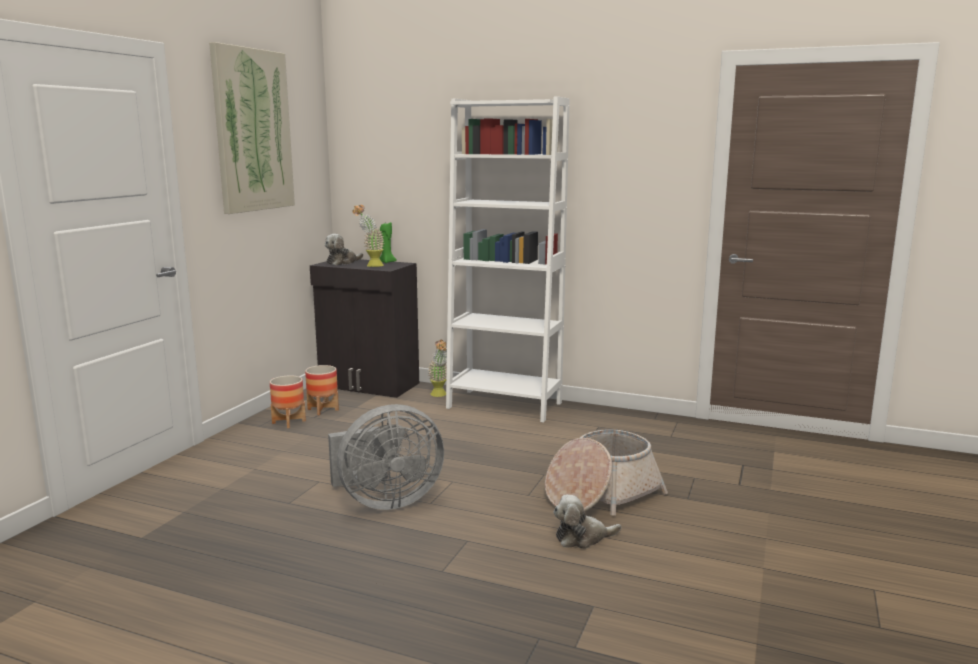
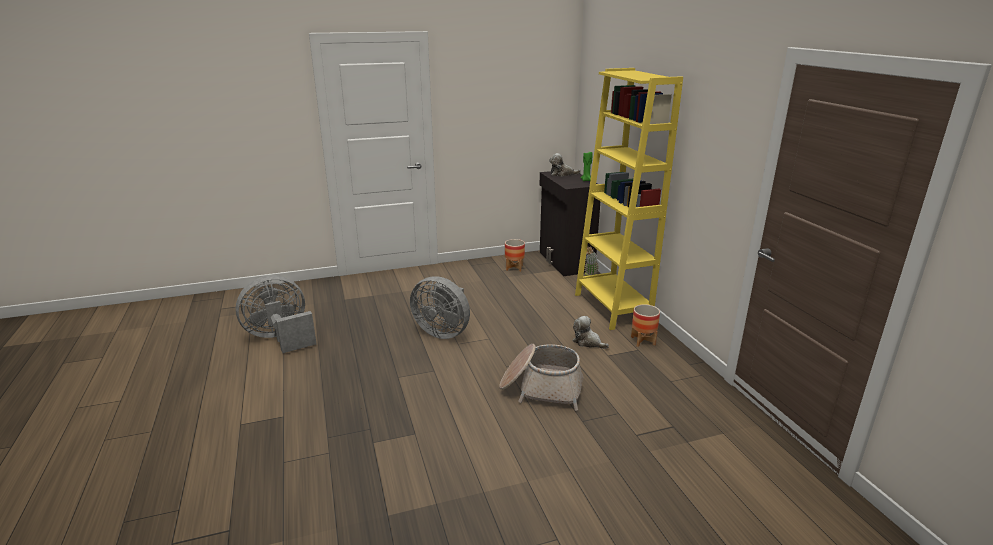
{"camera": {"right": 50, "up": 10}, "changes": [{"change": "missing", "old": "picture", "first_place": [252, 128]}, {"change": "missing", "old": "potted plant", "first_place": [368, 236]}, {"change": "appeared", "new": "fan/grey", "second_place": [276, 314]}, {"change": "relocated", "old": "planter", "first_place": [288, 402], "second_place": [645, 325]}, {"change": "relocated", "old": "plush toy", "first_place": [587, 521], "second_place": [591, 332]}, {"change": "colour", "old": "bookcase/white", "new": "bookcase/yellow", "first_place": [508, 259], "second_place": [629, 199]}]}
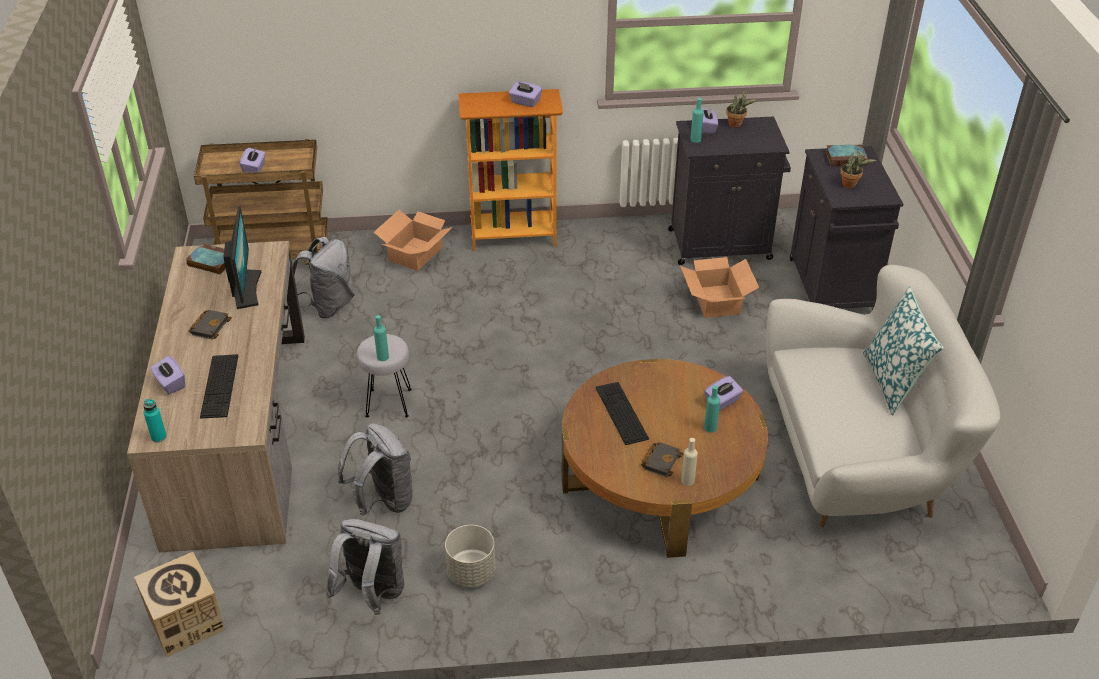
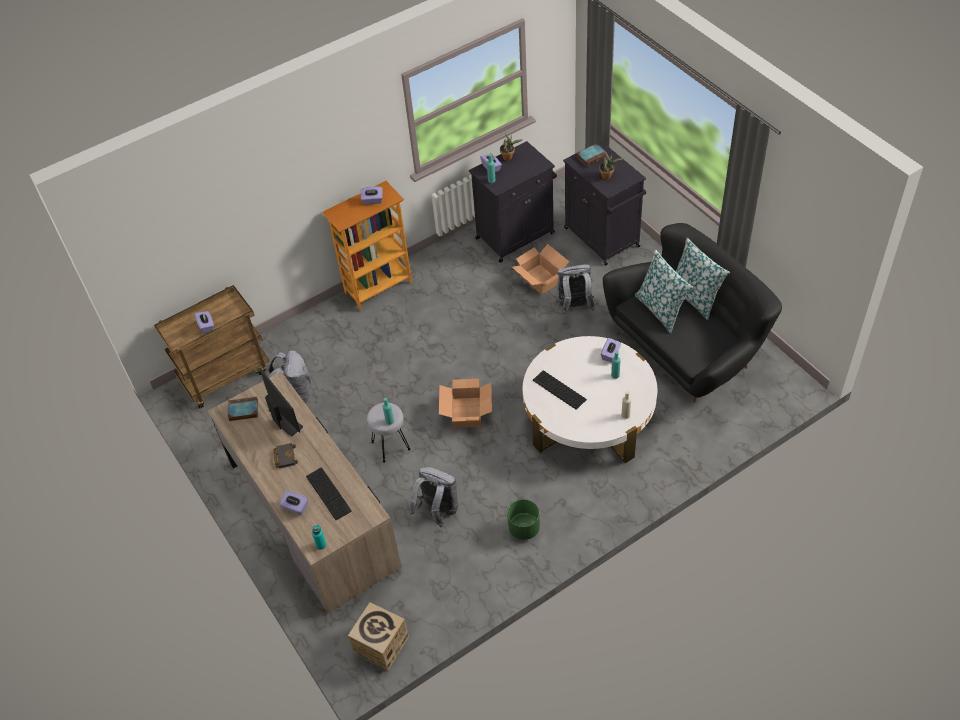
{"camera": {"right": -25, "up": 10}, "changes": [{"change": "missing", "old": "book/black", "first_place": [662, 459]}, {"change": "appeared", "new": "pillow", "second_place": [664, 291]}, {"change": "relocated", "old": "backpack/grey", "first_place": [365, 567], "second_place": [575, 290]}, {"change": "relocated", "old": "cardboard box", "first_place": [413, 240], "second_place": [465, 403]}, {"change": "colour", "old": "planter/grey", "new": "planter/green", "first_place": [470, 556], "second_place": [523, 519]}, {"change": "colour", "old": "coffee table/brown", "new": "coffee table/white", "first_place": [664, 458], "second_place": [590, 399]}, {"change": "colour", "old": "sofa/white", "new": "sofa/black", "first_place": [883, 395], "second_place": [692, 313]}]}
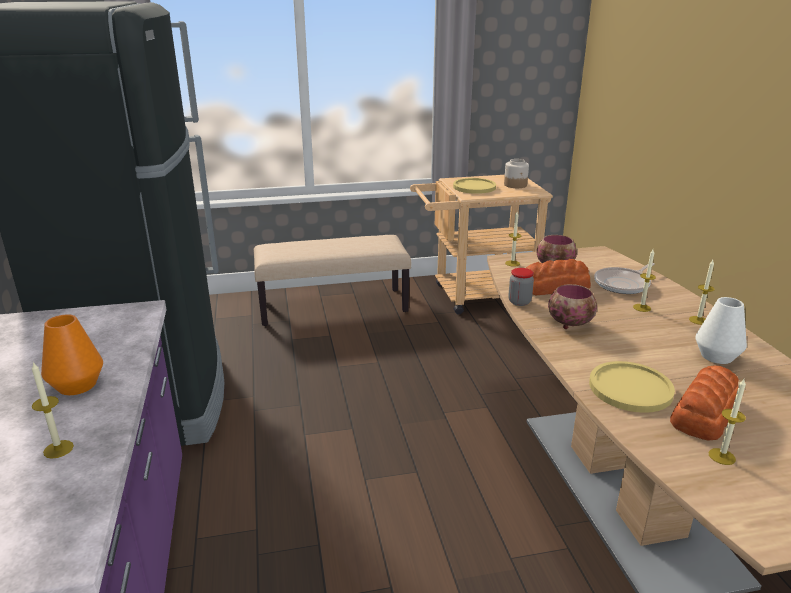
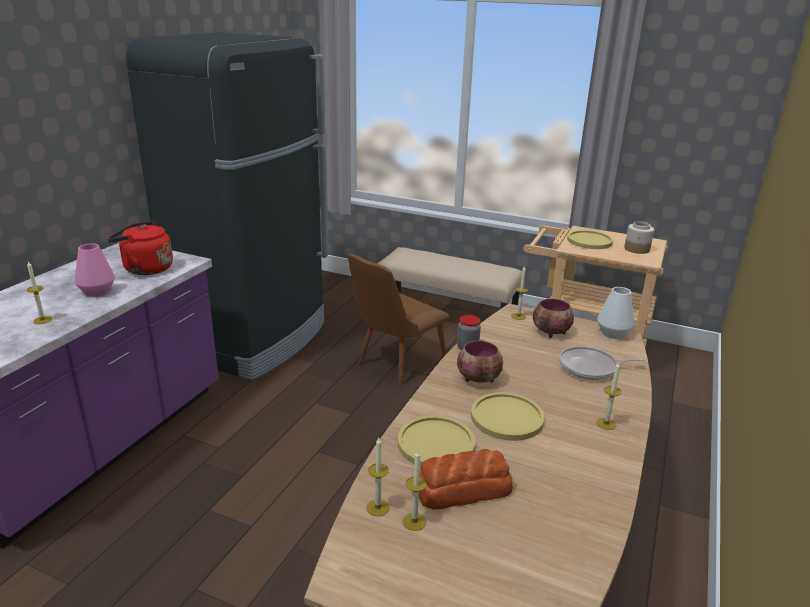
{"camera": {"right": 35, "up": 0}, "changes": [{"change": "missing", "old": "bread", "first_place": [558, 277]}, {"change": "appeared", "new": "kettle/red", "second_place": [140, 248]}, {"change": "appeared", "new": "chair/brown", "second_place": [398, 320]}, {"change": "appeared", "new": "plate/yellow", "second_place": [508, 416]}, {"change": "relocated", "old": "candle", "first_place": [644, 281], "second_place": [378, 477]}, {"change": "relocated", "old": "vase/white", "first_place": [721, 330], "second_place": [616, 313]}, {"change": "colour", "old": "vase/orange", "new": "vase/pink", "first_place": [72, 354], "second_place": [95, 270]}]}
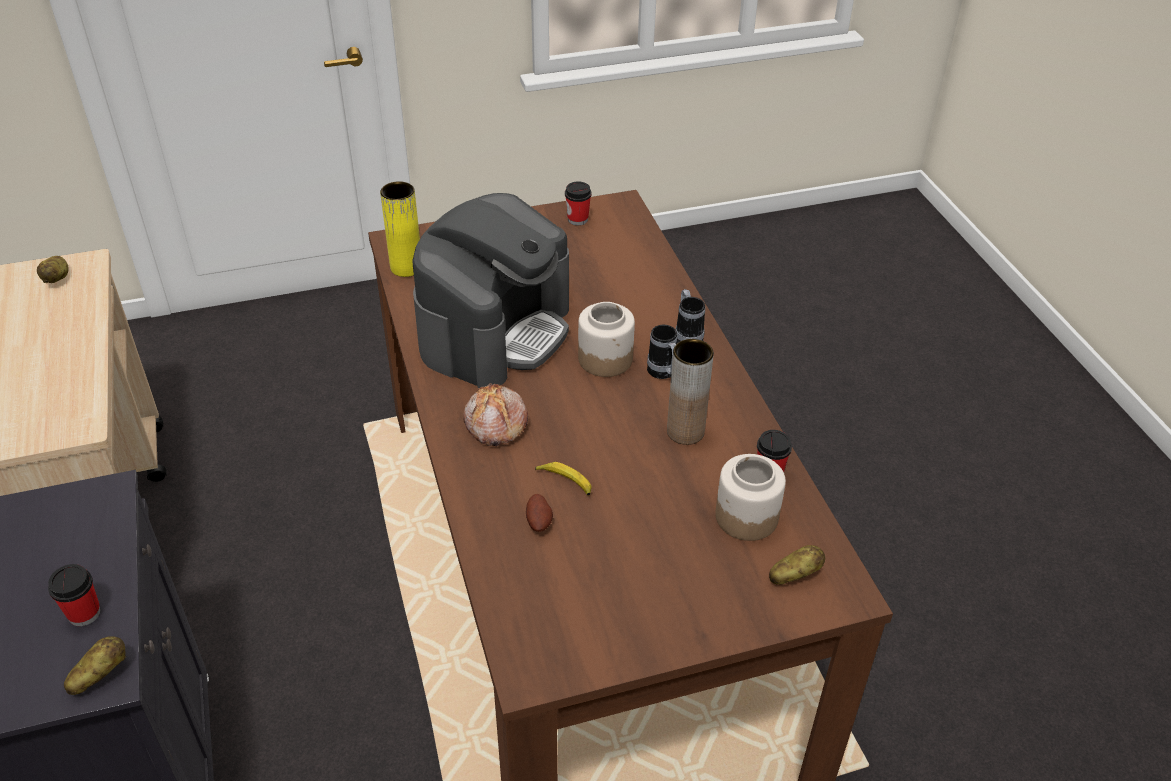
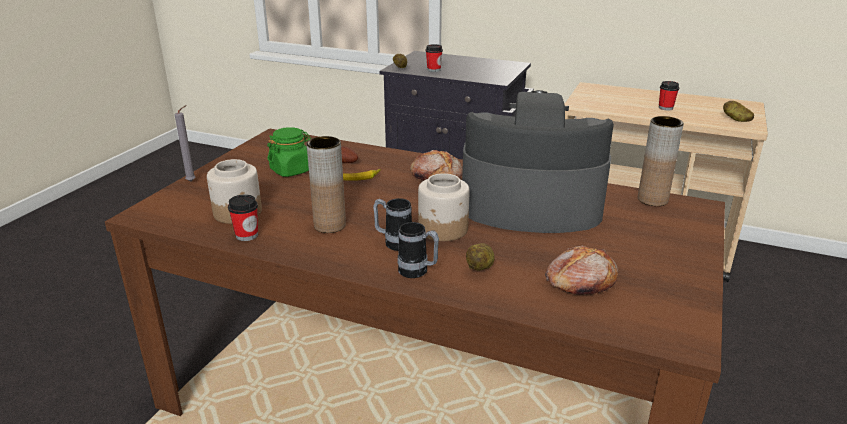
{"camera": {"right": 130, "up": -15}, "changes": [{"change": "appeared", "new": "candle/grey", "second_place": [185, 143]}, {"change": "appeared", "new": "jar/green", "second_place": [289, 152]}, {"change": "appeared", "new": "bread", "second_place": [581, 270]}, {"change": "relocated", "old": "cup", "first_place": [578, 203], "second_place": [669, 95]}, {"change": "relocated", "old": "potato", "first_place": [797, 565], "second_place": [480, 257]}, {"change": "colour", "old": "vase/yellow", "new": "vase/brown", "first_place": [400, 229], "second_place": [661, 161]}, {"change": "spun", "old": "coffee machine", "first_place": [490, 290], "second_place": [538, 161], "degrees": 120}]}
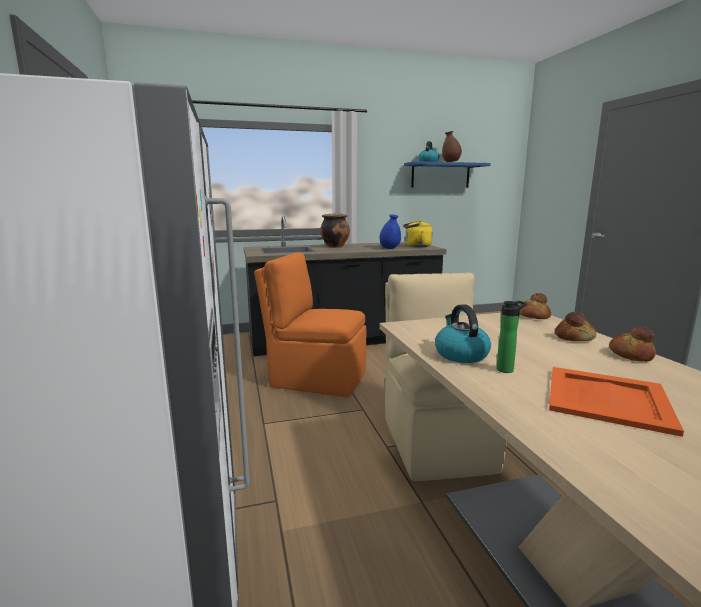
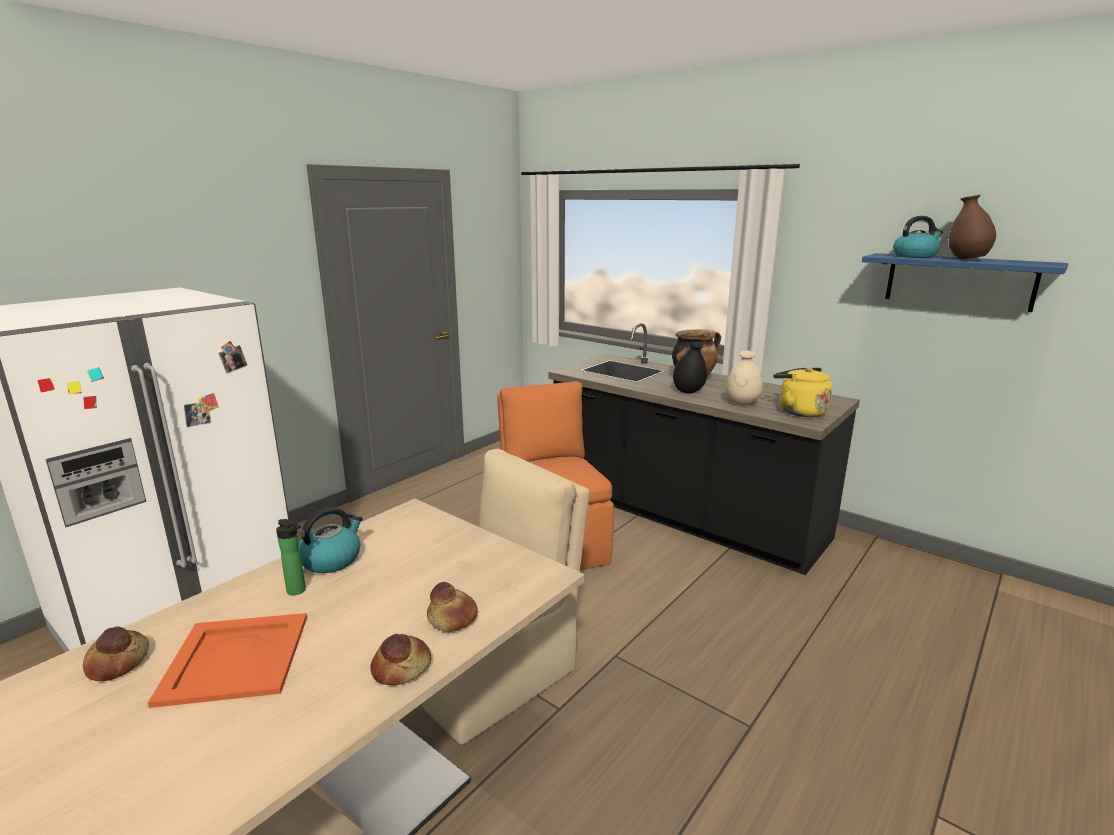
{"camera": {"right": 55, "up": 5}, "changes": [{"change": "appeared", "new": "vase/black", "second_place": [690, 367]}, {"change": "relocated", "old": "bread", "first_place": [535, 306], "second_place": [116, 653]}, {"change": "colour", "old": "vase/blue", "new": "vase/beige", "first_place": [390, 231], "second_place": [744, 377]}]}
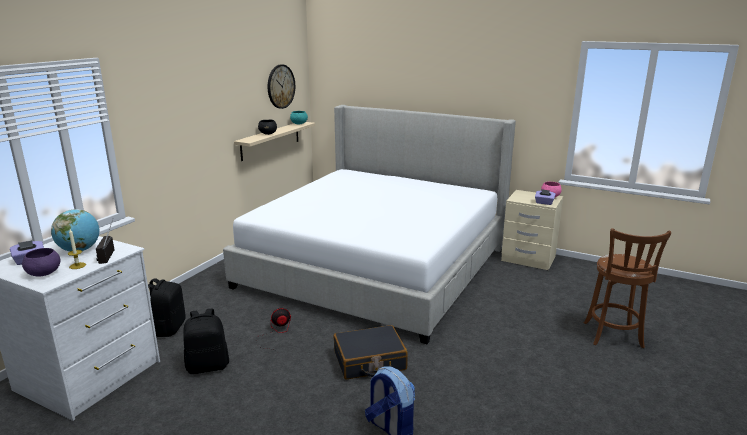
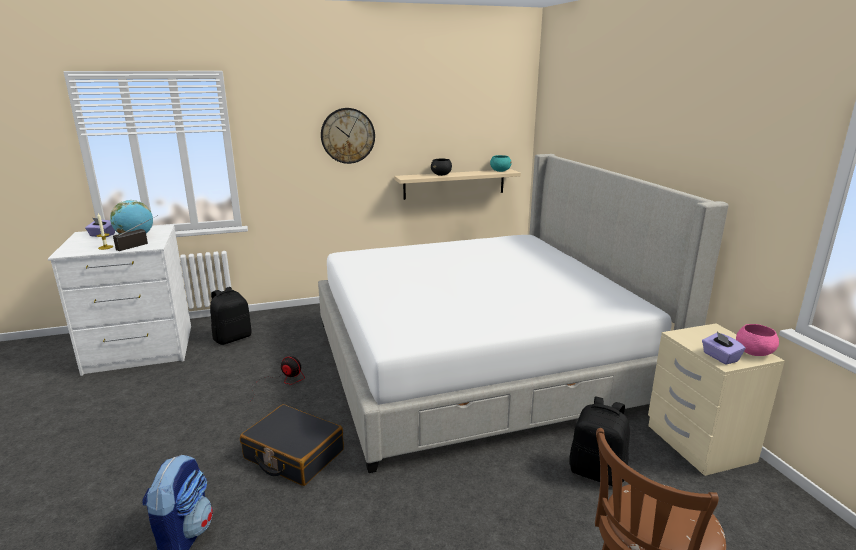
{"camera": {"right": 45, "up": 0}, "changes": [{"change": "missing", "old": "bowl/purple", "first_place": [41, 262]}, {"change": "relocated", "old": "backpack/black", "first_place": [206, 341], "second_place": [599, 441]}, {"change": "relocated", "old": "wall clock", "first_place": [281, 87], "second_place": [348, 136]}]}
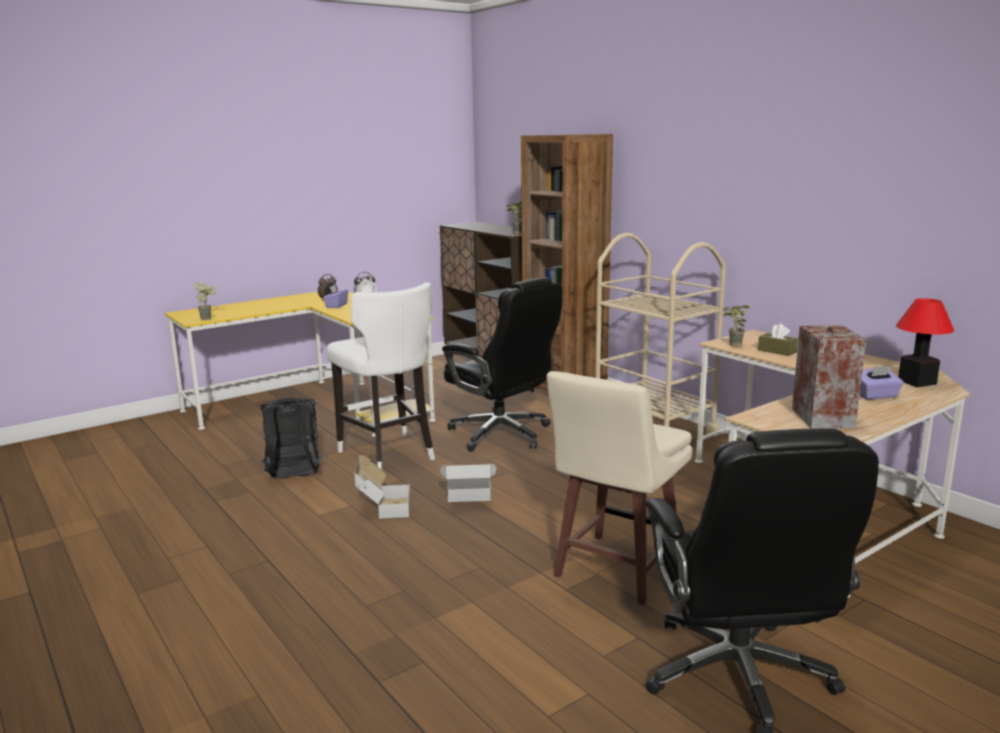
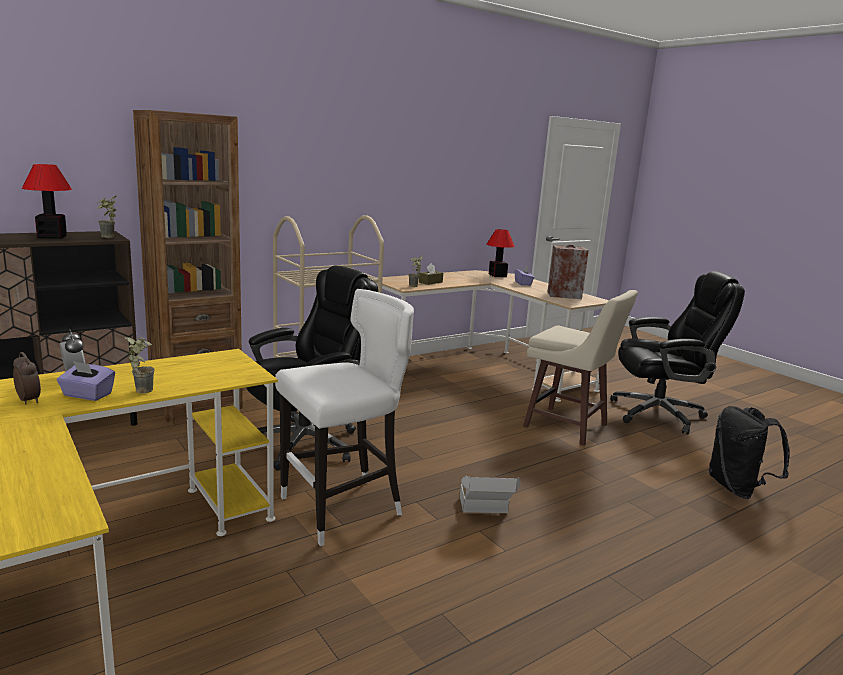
{"camera": {"right": -90, "up": 0}, "changes": [{"change": "missing", "old": "cardboard box", "first_place": [468, 483]}, {"change": "appeared", "new": "table lamp", "second_place": [47, 201]}, {"change": "relocated", "old": "potted plant", "first_place": [205, 301], "second_place": [140, 364]}, {"change": "relocated", "old": "backpack/black", "first_place": [291, 438], "second_place": [749, 452]}]}
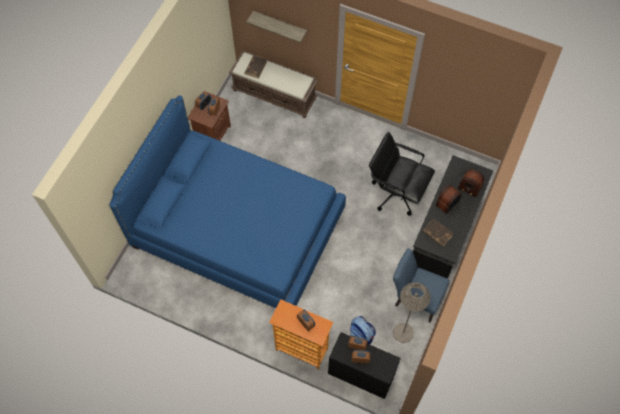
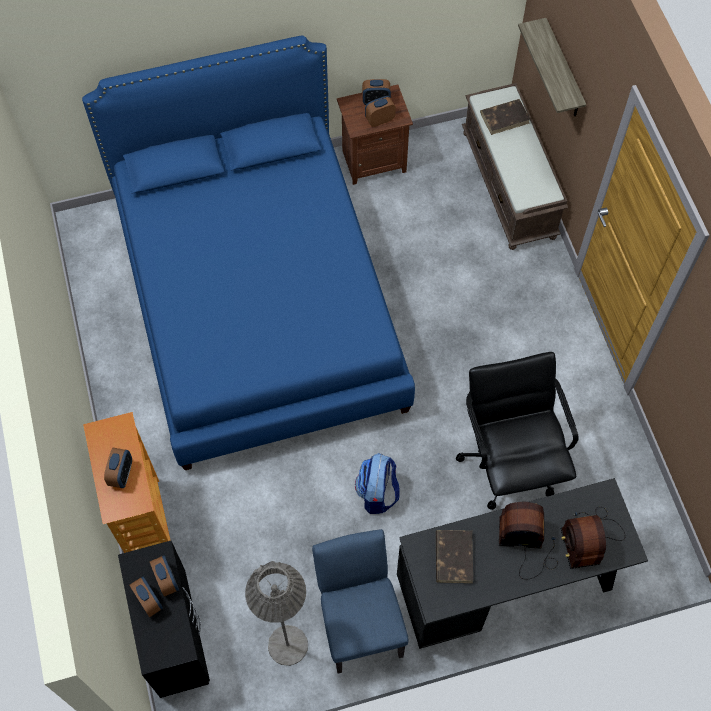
{"camera": {"right": 50, "up": 0}, "changes": [{"change": "relocated", "old": "backpack", "first_place": [363, 330], "second_place": [377, 483]}]}
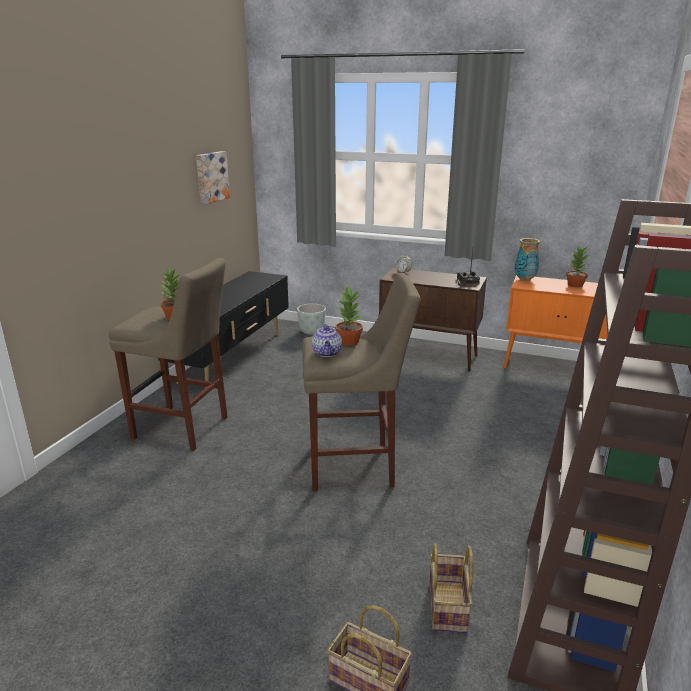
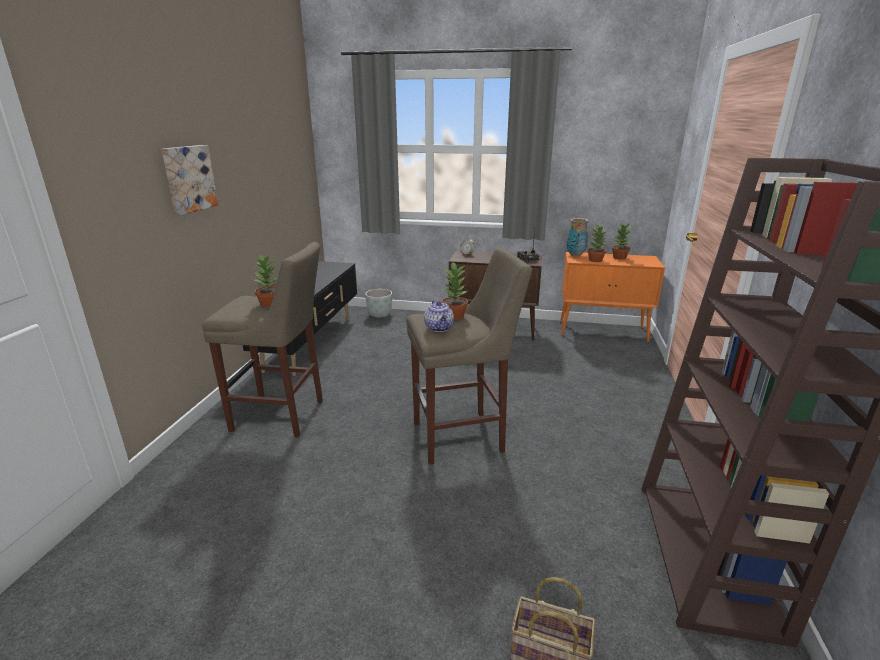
{"camera": {"right": -10, "up": 0}, "changes": [{"change": "missing", "old": "basket", "first_place": [451, 588]}, {"change": "appeared", "new": "potted plant", "second_place": [596, 243]}, {"change": "relocated", "old": "picture", "first_place": [213, 178], "second_place": [190, 180]}]}
